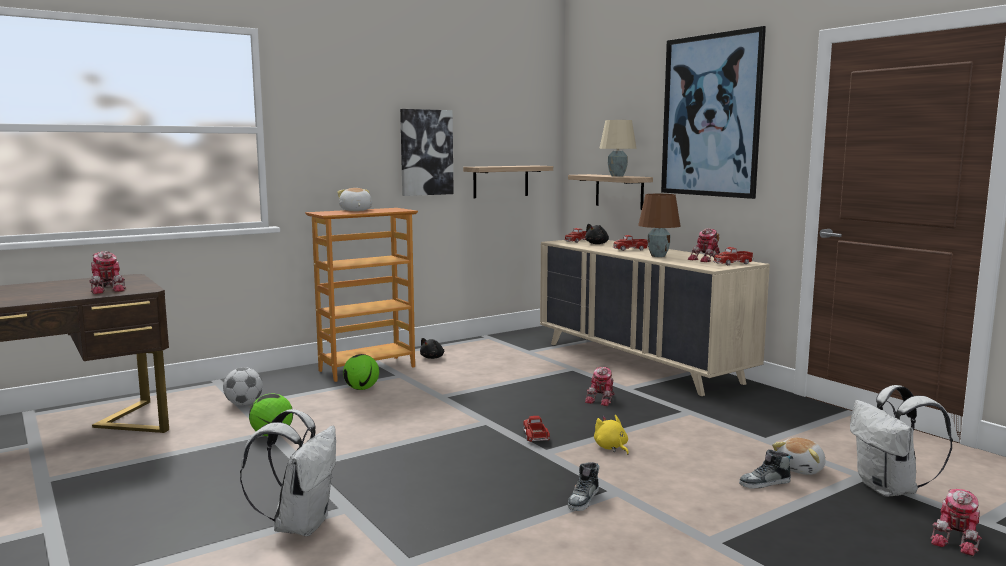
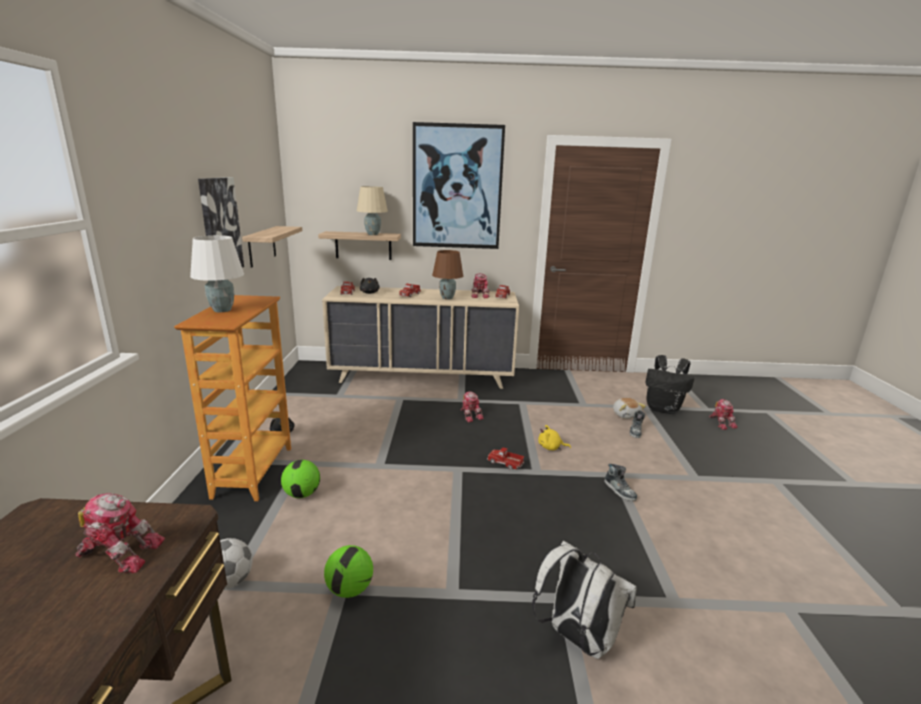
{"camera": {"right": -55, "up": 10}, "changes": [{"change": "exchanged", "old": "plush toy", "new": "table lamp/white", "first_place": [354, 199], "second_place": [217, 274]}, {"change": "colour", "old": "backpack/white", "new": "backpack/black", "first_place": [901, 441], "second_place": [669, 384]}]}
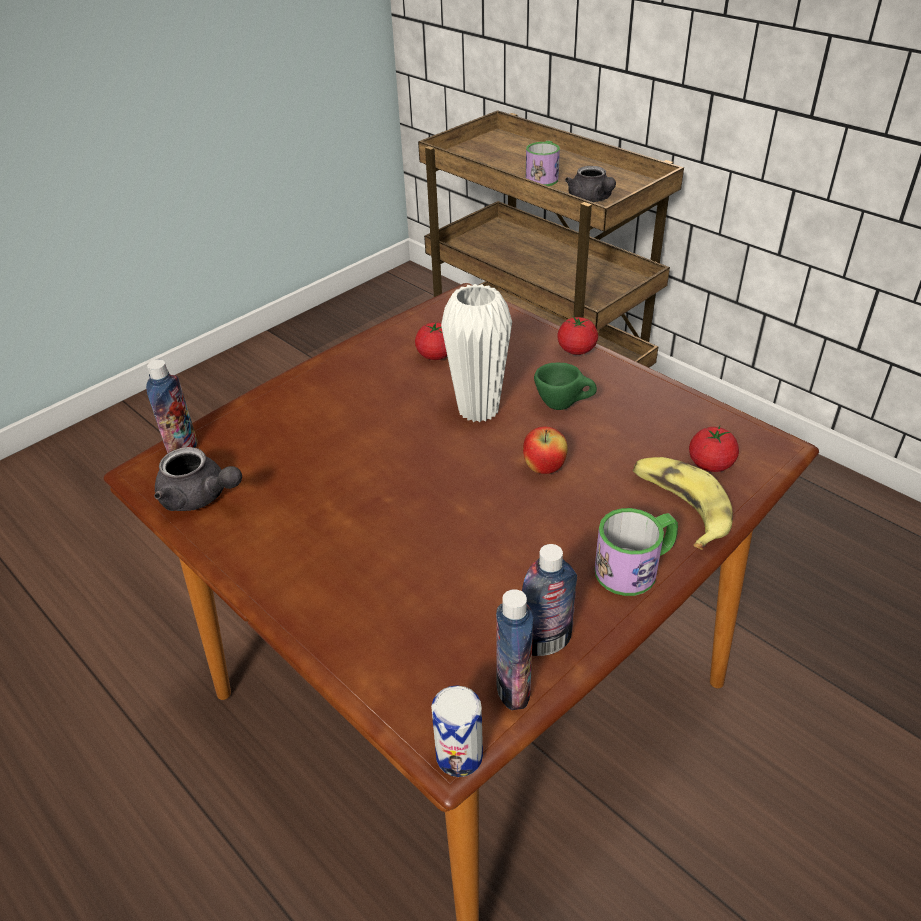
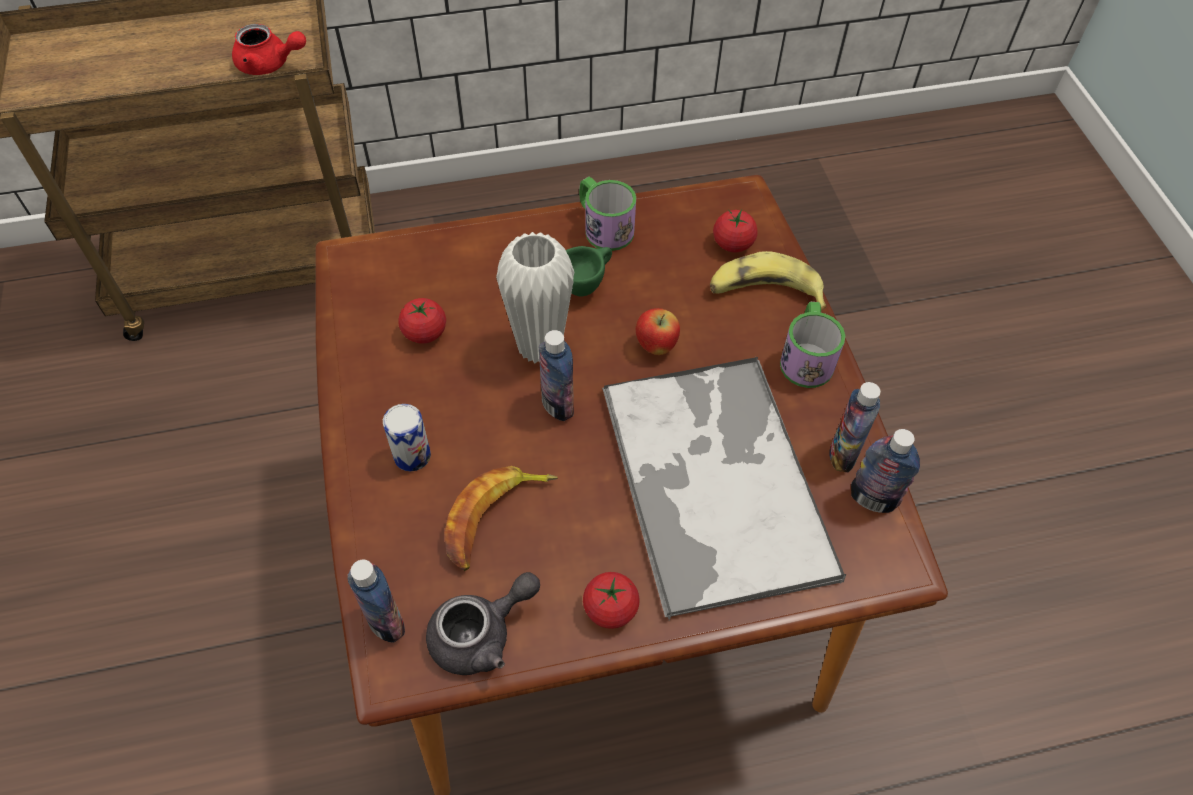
{"camera": {"right": -60, "up": 15}, "changes": [{"change": "appeared", "new": "banana", "second_place": [501, 518]}, {"change": "appeared", "new": "bottle", "second_place": [556, 375]}, {"change": "appeared", "new": "tray", "second_place": [724, 488]}, {"change": "relocated", "old": "can", "first_place": [457, 731], "second_place": [407, 438]}, {"change": "relocated", "old": "mug", "first_place": [543, 163], "second_place": [607, 214]}, {"change": "relocated", "old": "tomato", "first_place": [577, 336], "second_place": [611, 600]}, {"change": "colour", "old": "teapot/grey", "new": "teapot/red", "first_place": [590, 184], "second_place": [269, 49]}]}
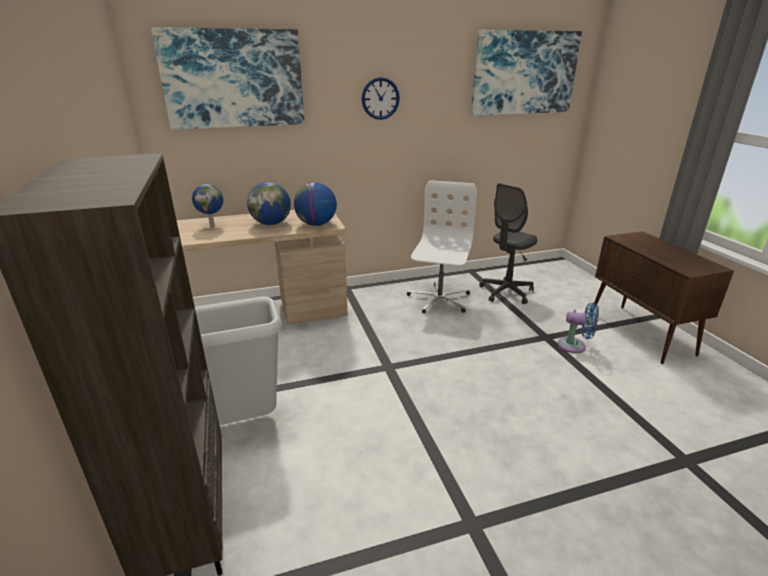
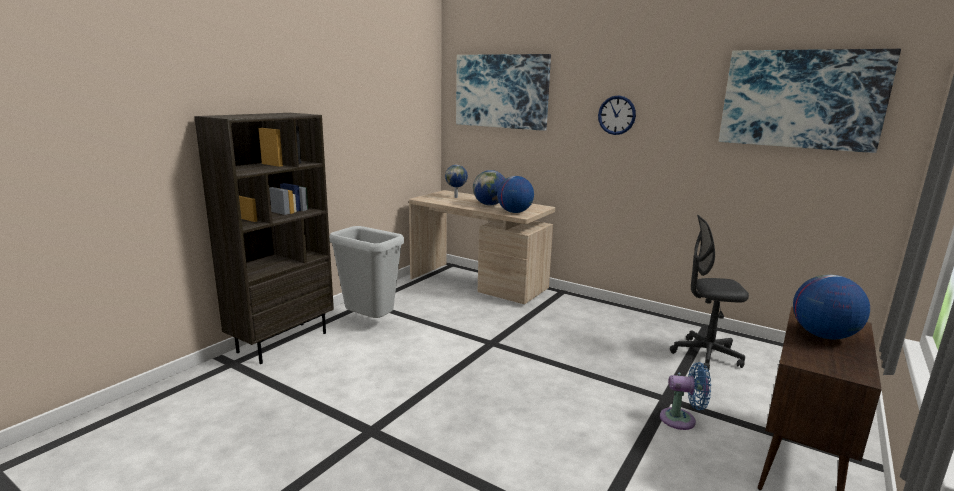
{"camera": {"right": 50, "up": -10}, "changes": [{"change": "missing", "old": "office chair/white", "first_place": [442, 246]}, {"change": "appeared", "new": "globe", "second_place": [831, 307]}, {"change": "spun", "old": "fan/blue", "first_place": [578, 328], "second_place": [685, 396], "degrees": -60}]}
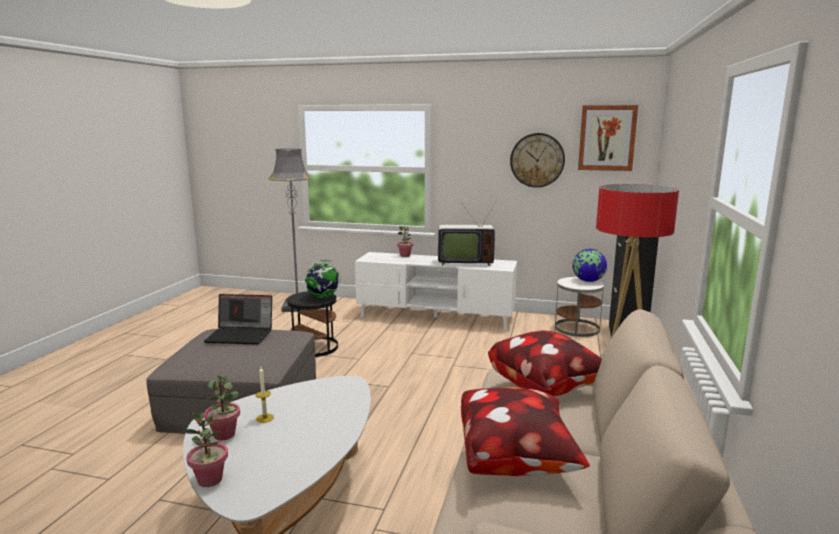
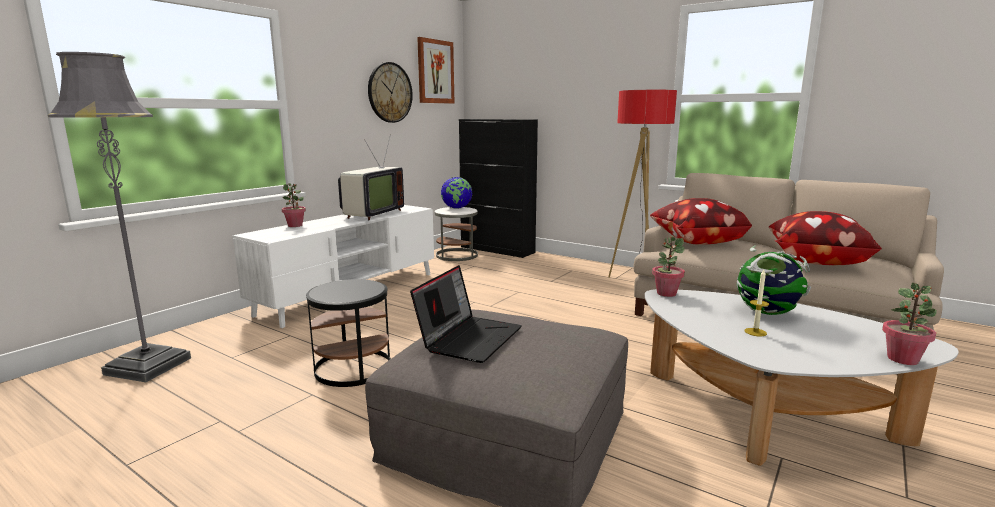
{"camera": {"right": -70, "up": 0}, "changes": [{"change": "relocated", "old": "potted plant", "first_place": [222, 408], "second_place": [668, 266]}, {"change": "relocated", "old": "globe", "first_place": [323, 279], "second_place": [774, 280]}]}
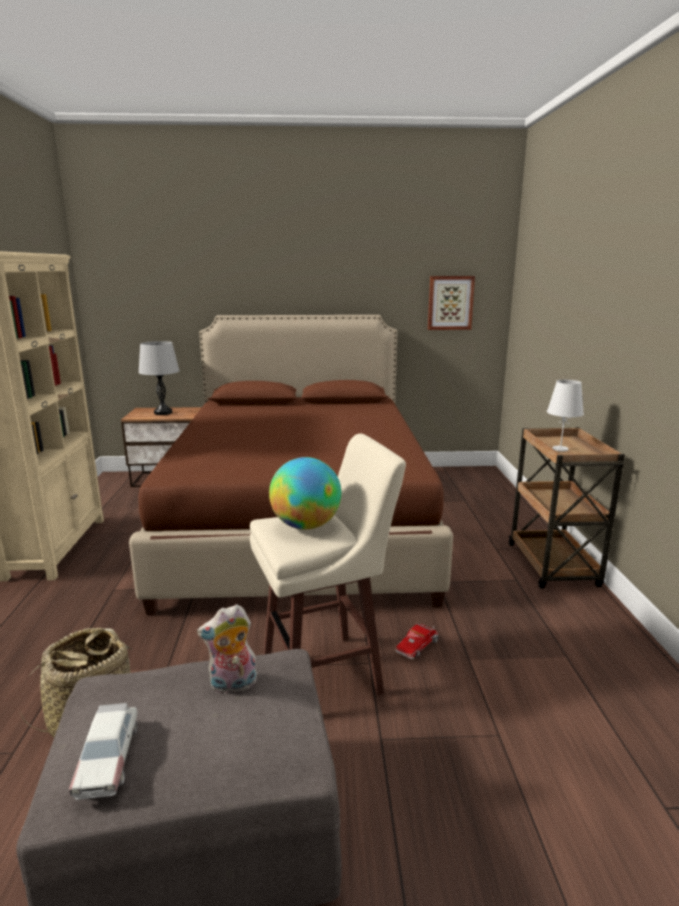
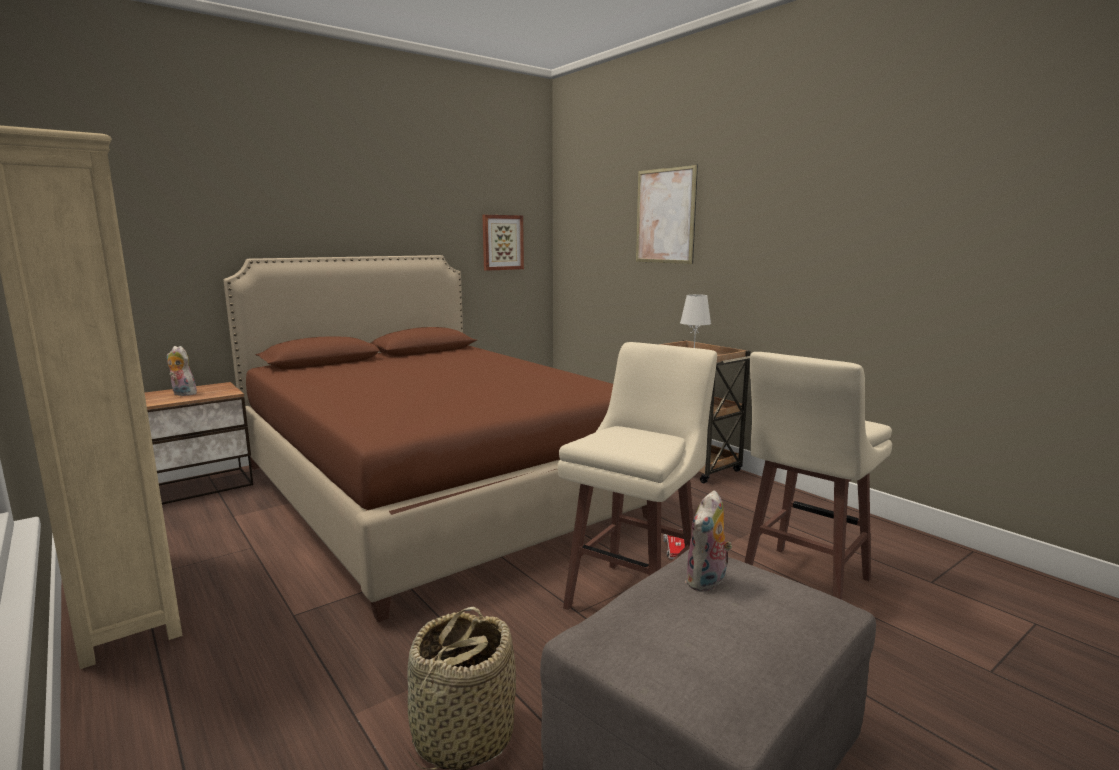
{"camera": {"right": -35, "up": -5}, "changes": [{"change": "missing", "old": "toy car", "first_place": [103, 751]}, {"change": "missing", "old": "globe", "first_place": [305, 493]}, {"change": "appeared", "new": "picture", "second_place": [667, 214]}, {"change": "appeared", "new": "stool/beige", "second_place": [818, 476]}, {"change": "exchanged", "old": "table lamp/grey", "new": "plush toy", "first_place": [159, 378], "second_place": [182, 371]}]}
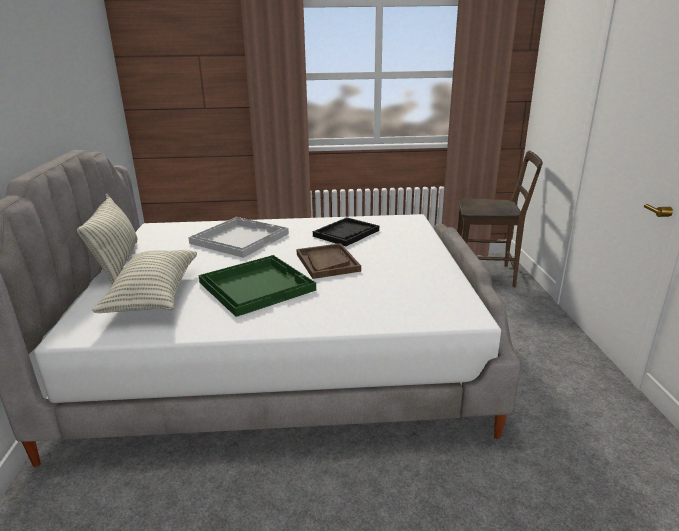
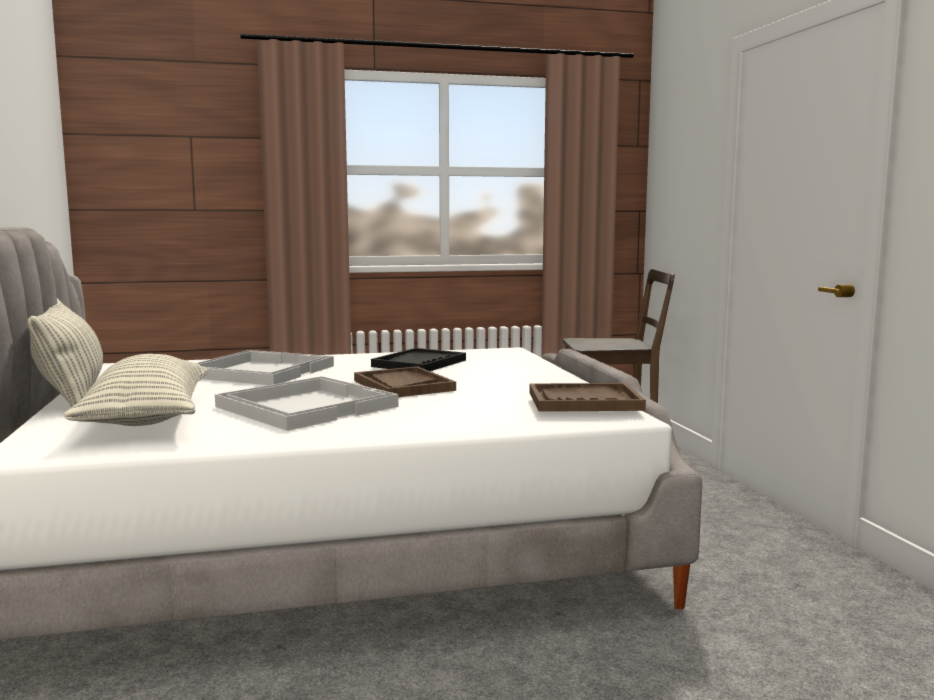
{"camera": {"right": -10, "up": -15}, "changes": [{"change": "appeared", "new": "tray/brown", "second_place": [587, 397]}, {"change": "colour", "old": "tray/green", "new": "tray/white", "first_place": [257, 286], "second_place": [306, 403]}]}
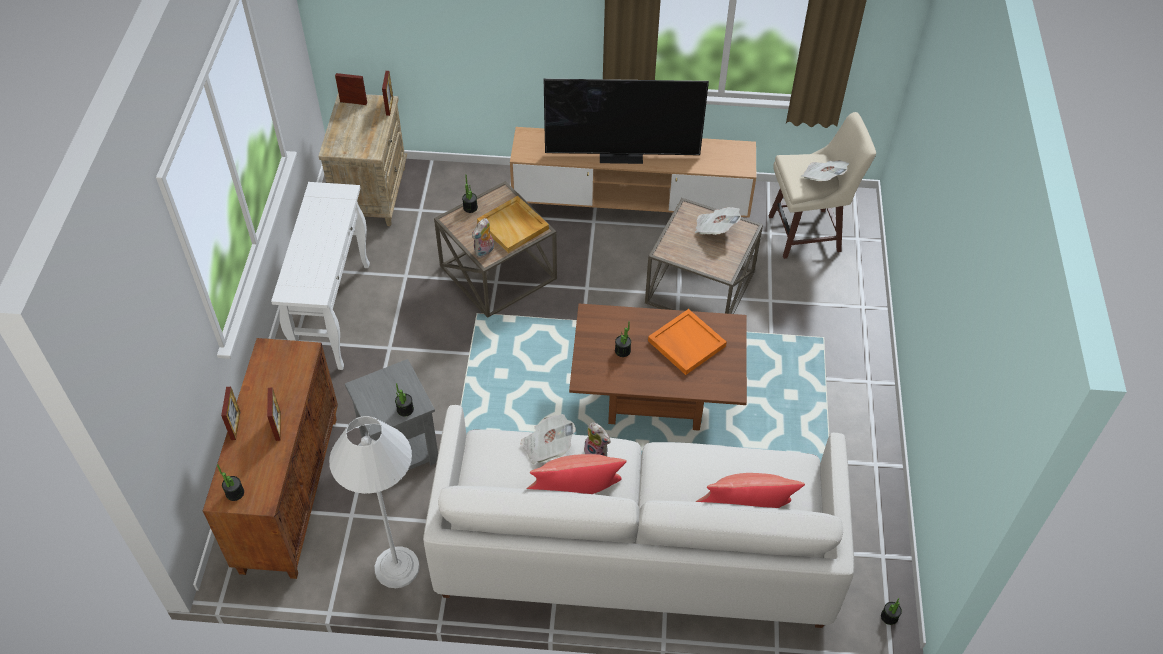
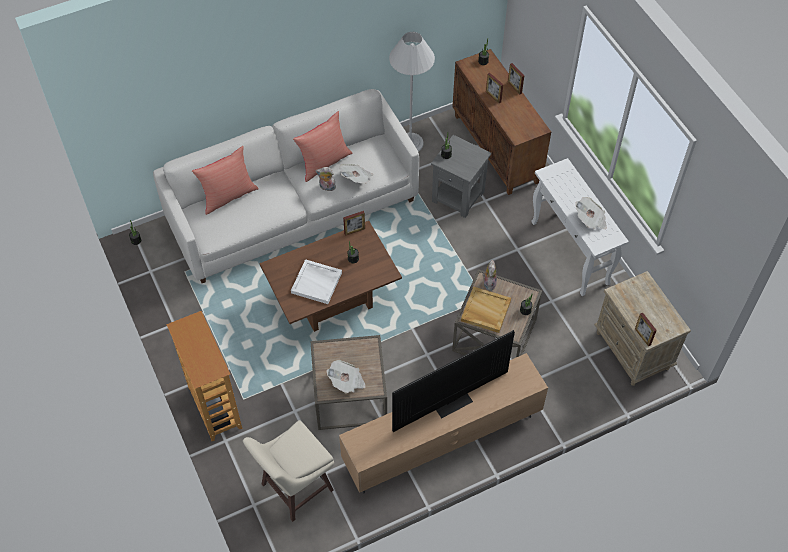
{"camera": {"right": 150, "up": 5}, "changes": [{"change": "appeared", "new": "bookcase", "second_place": [204, 376]}, {"change": "relocated", "old": "picture frame", "first_place": [351, 89], "second_place": [354, 223]}, {"change": "relocated", "old": "newspaper", "first_place": [825, 170], "second_place": [591, 213]}, {"change": "colour", "old": "tray/orange", "new": "tray/white", "first_place": [687, 342], "second_place": [316, 281]}]}
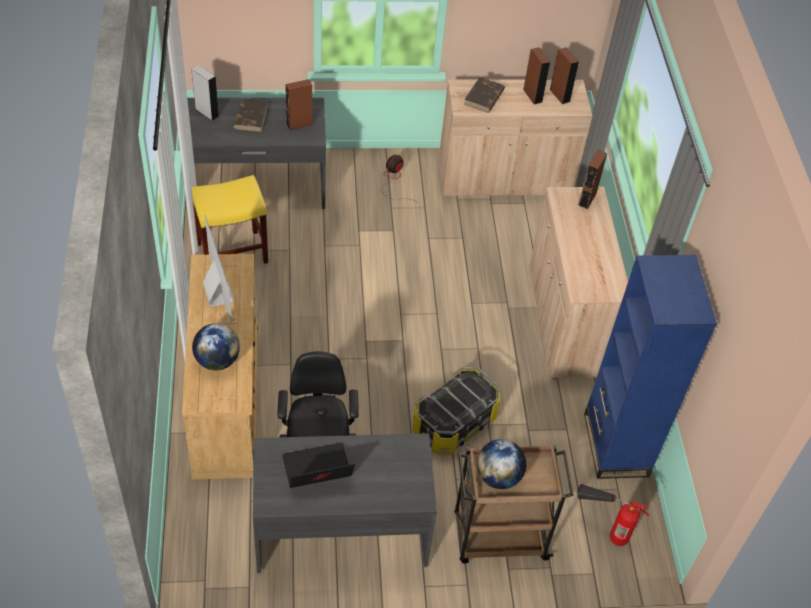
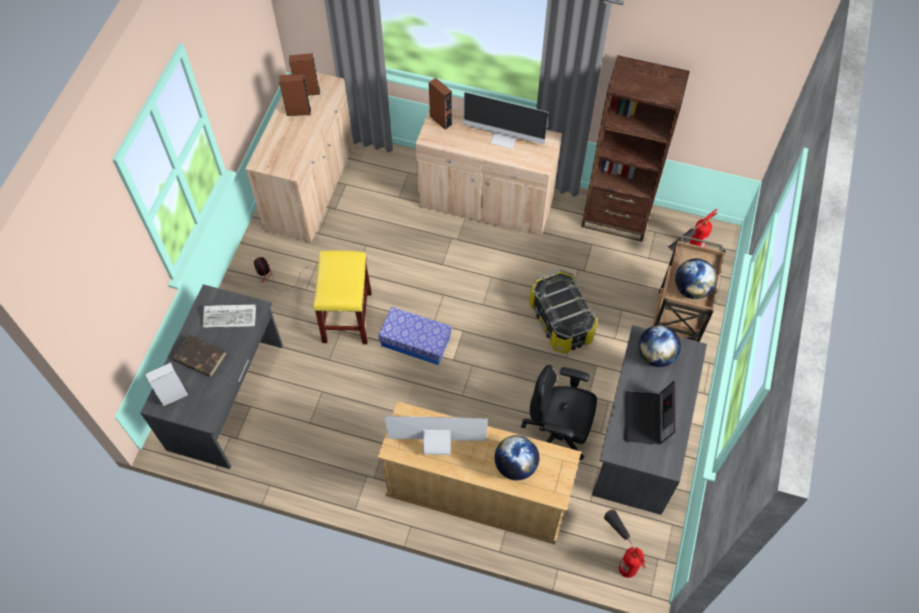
{"camera": {"right": -65, "up": 10}, "changes": [{"change": "missing", "old": "book/brown", "first_place": [484, 95]}, {"change": "appeared", "new": "storage box", "second_place": [415, 336]}, {"change": "appeared", "new": "monitor", "second_place": [506, 120]}, {"change": "appeared", "new": "fire extinguisher", "second_place": [625, 544]}, {"change": "appeared", "new": "globe", "second_place": [659, 346]}, {"change": "relocated", "old": "stool/yellow", "first_place": [230, 219], "second_place": [343, 297]}, {"change": "exchanged", "old": "speaker/brown", "new": "keyboard", "first_place": [298, 104], "second_place": [229, 316]}, {"change": "colour", "old": "bookcase/blue", "new": "bookcase/brown", "first_place": [650, 367], "second_place": [635, 148]}]}
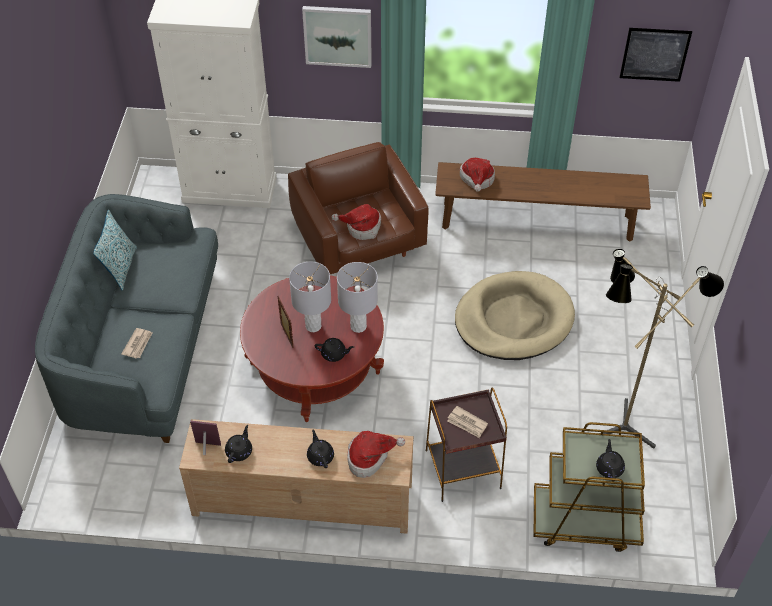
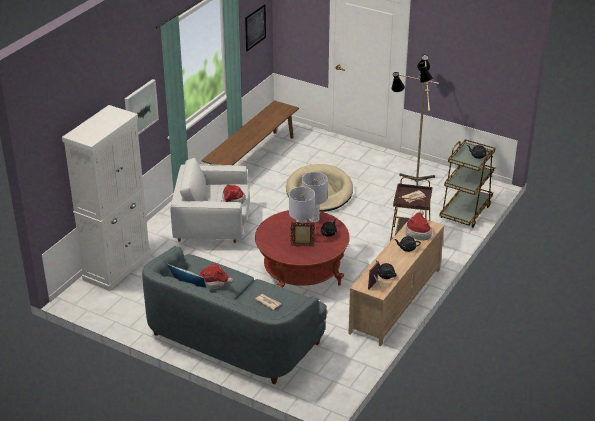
{"camera": {"right": -65, "up": -15}, "changes": [{"change": "relocated", "old": "hat", "first_place": [477, 175], "second_place": [216, 276]}, {"change": "colour", "old": "armchair/brown", "new": "armchair/white", "first_place": [358, 208], "second_place": [210, 200]}]}
